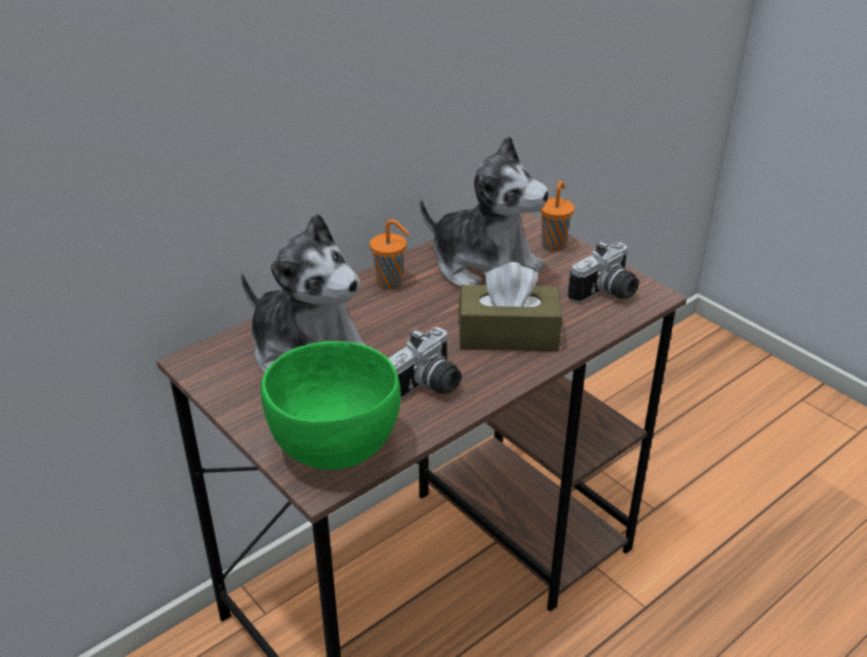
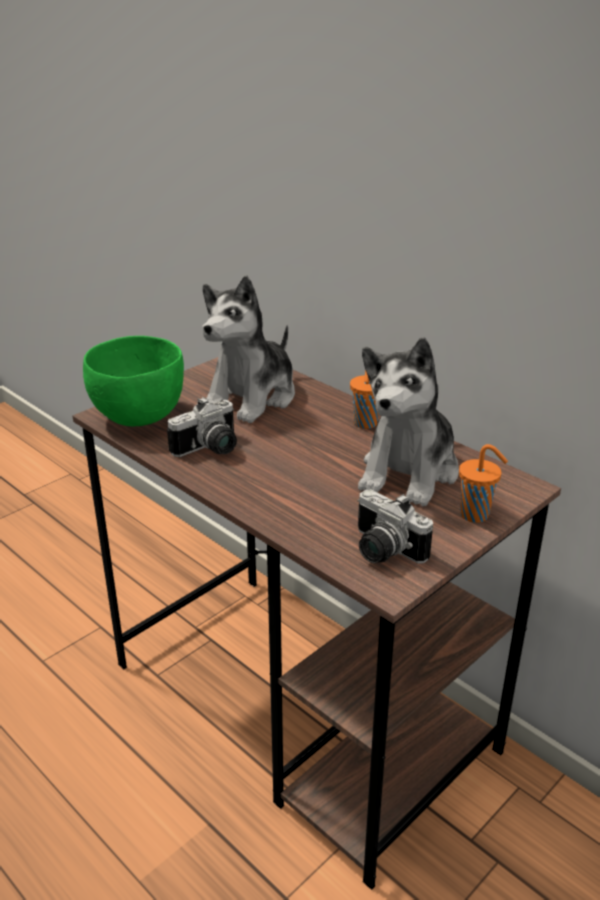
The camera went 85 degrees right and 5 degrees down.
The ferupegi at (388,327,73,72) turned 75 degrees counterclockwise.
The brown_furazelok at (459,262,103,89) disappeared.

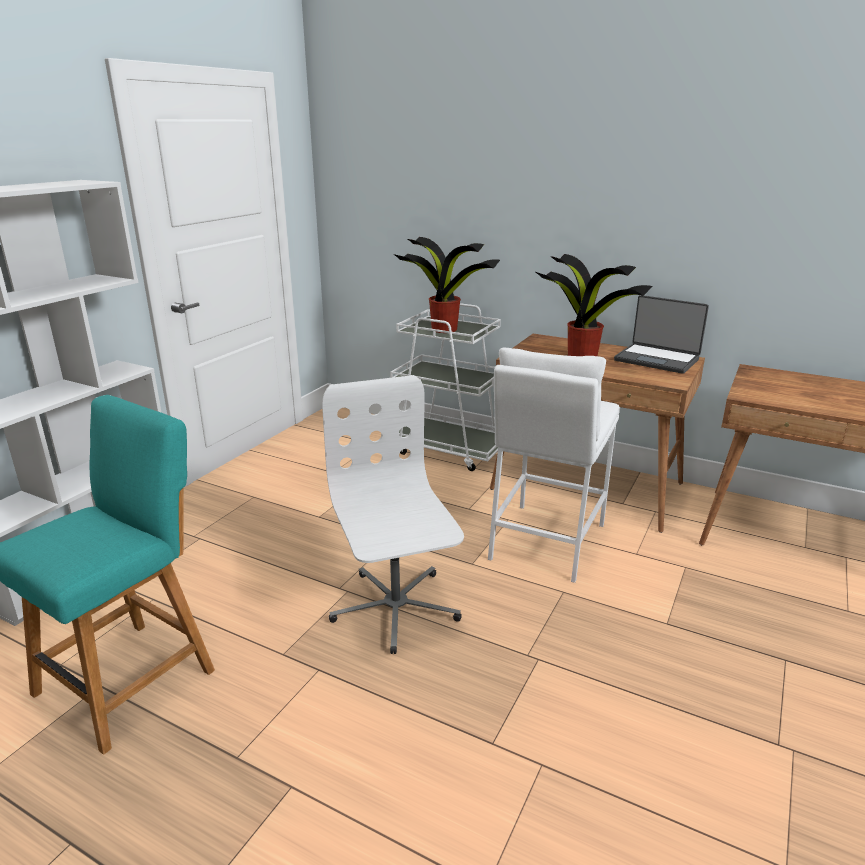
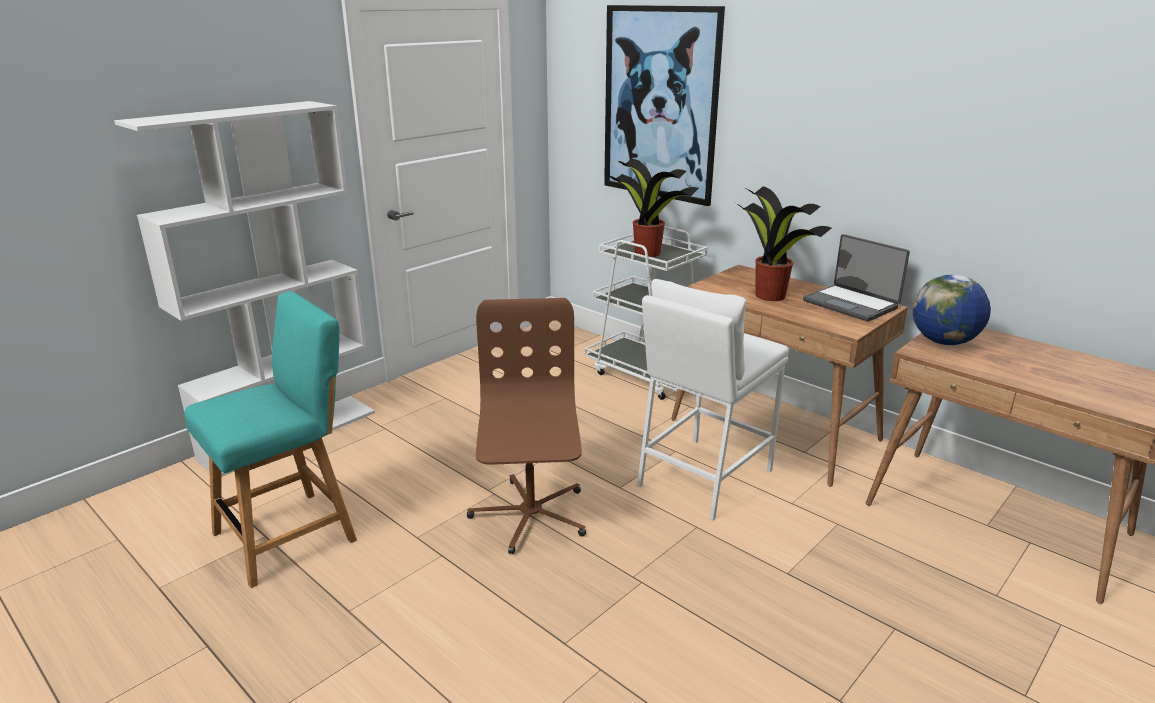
The camera went 15 degrees right and 0 degrees up.
The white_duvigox at (322,375,142,279) became the brown_duvigox at (467,298,119,256).
The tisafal at (604,5,121,201) appeared.
The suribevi at (912,275,79,70) appeared.

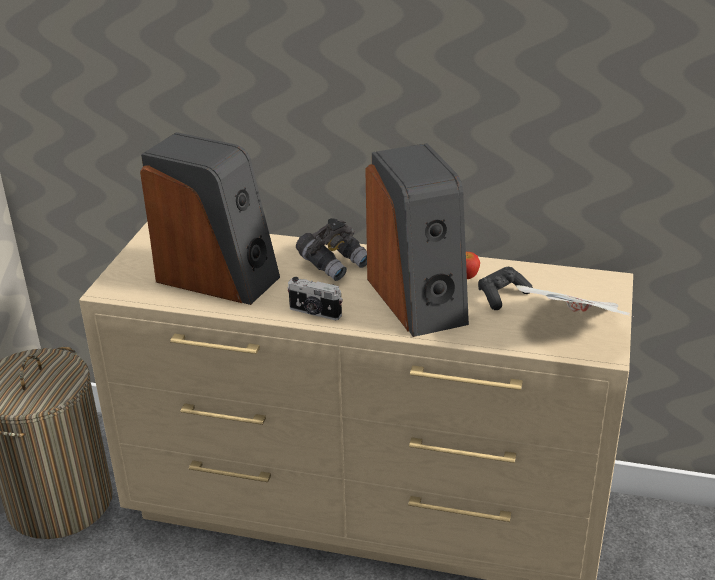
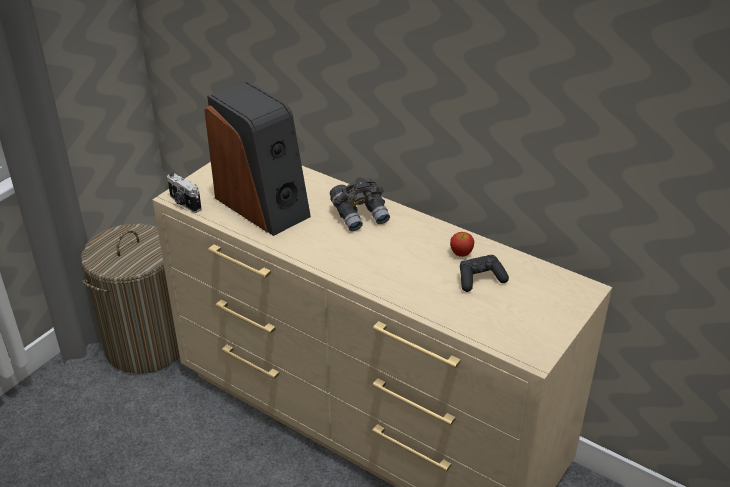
The camera went 20 degrees right and 5 degrees up.
The ferupegi moved from (288,277,54,43) to (167,172,35,41).
The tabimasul at (365,143,104,194) disappeared.
The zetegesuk at (516,285,117,32) disappeared.

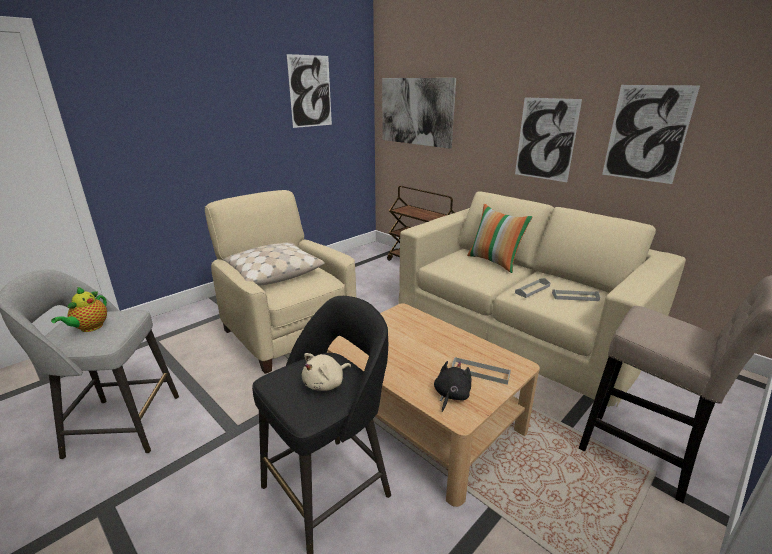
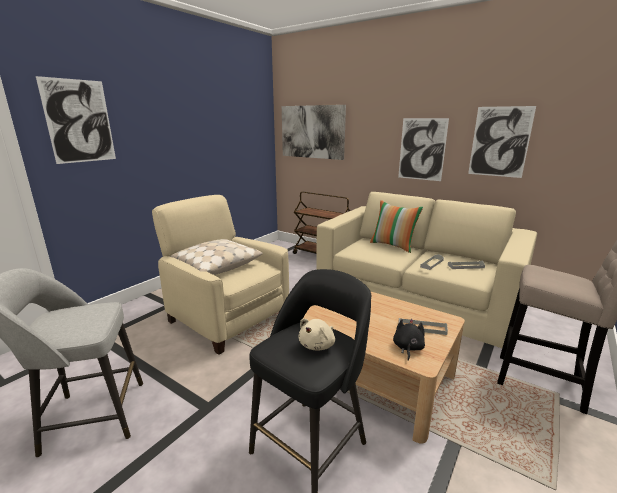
The camera went 10 degrees left and 5 degrees down.
The tisafal moved from (287,54,45,74) to (36,76,80,88).
The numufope at (51,287,56,45) disappeared.

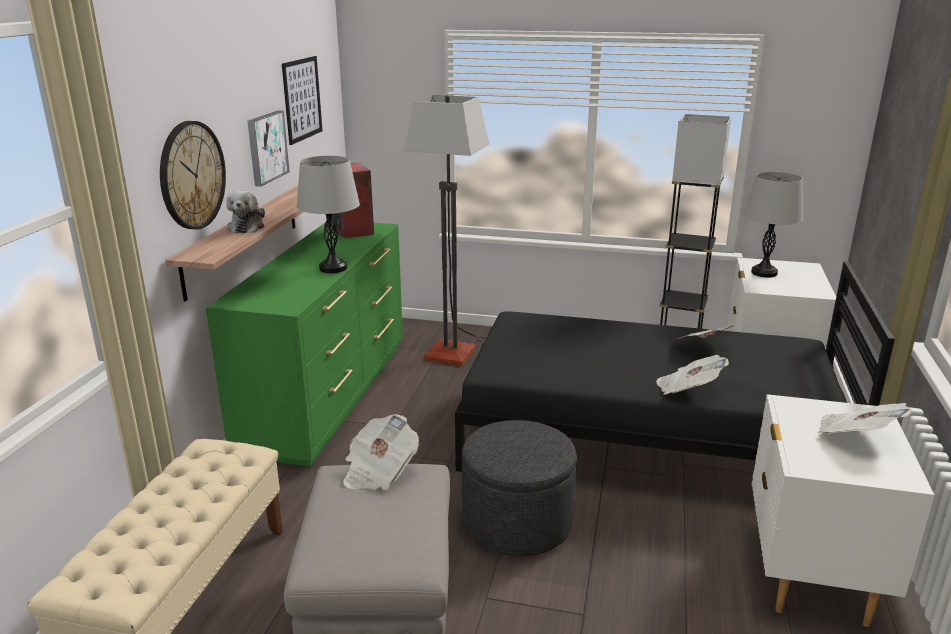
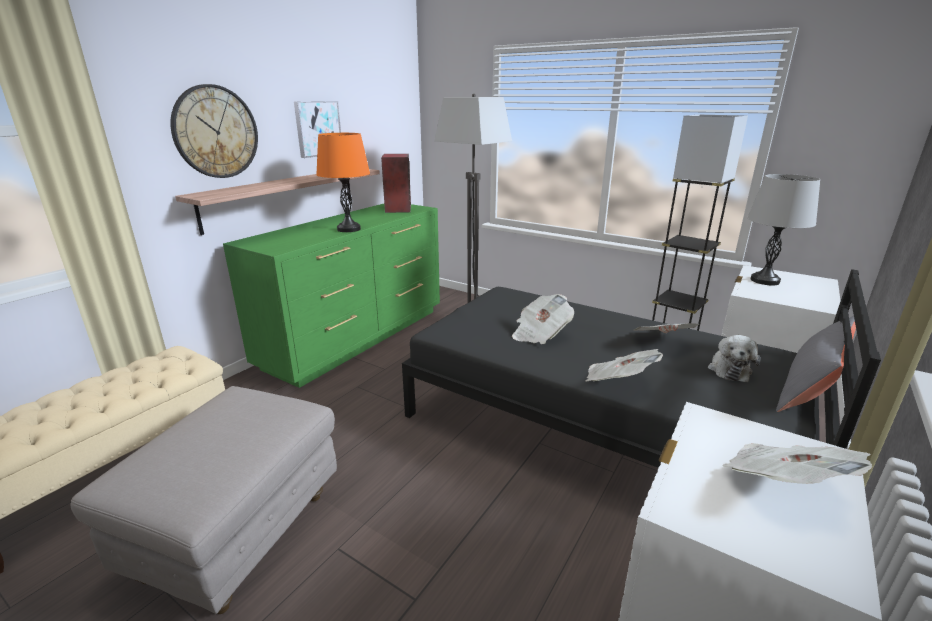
The camera went 20 degrees right and 0 degrees up.
The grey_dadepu at (297,156,63,117) became the orange_dadepu at (316,133,54,99).
The zetegesuk moved from (343,414,76,76) to (512,294,62,50).
The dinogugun moved from (226,191,39,42) to (708,335,52,47).
The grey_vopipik at (776,316,80,96) appeared.
The tisafal at (282,56,41,89) disappeared.
The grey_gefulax at (462,420,115,136) disappeared.

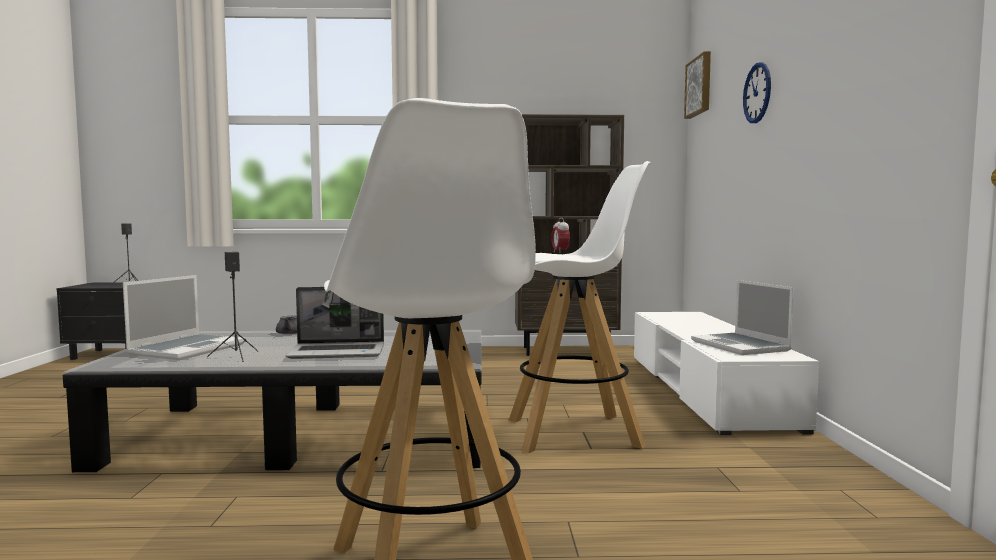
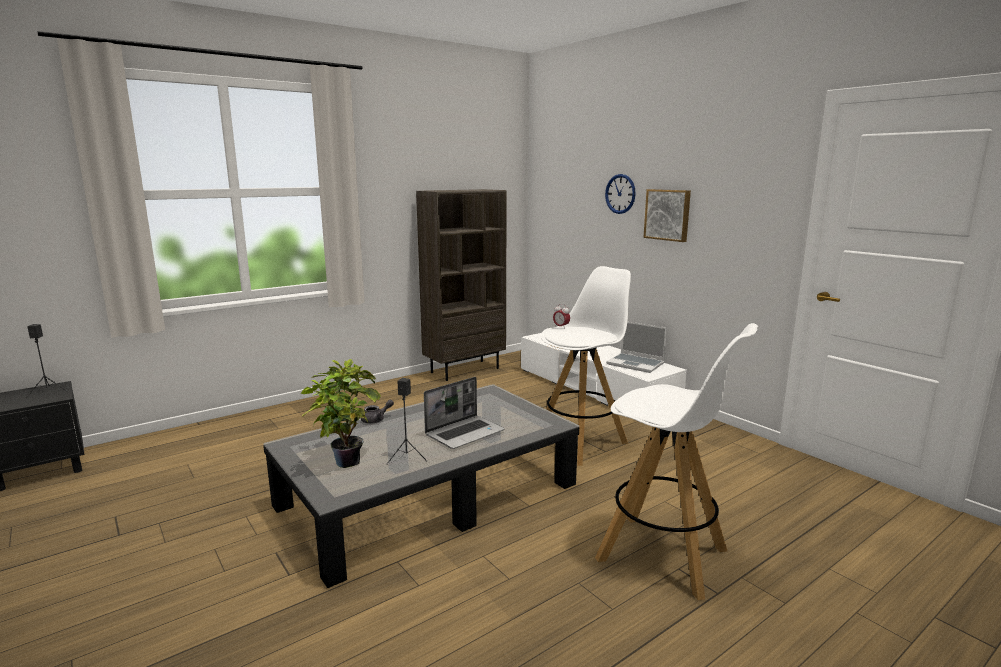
The camera went 35 degrees left and 10 degrees up.
The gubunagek at (123,275,123,85) was replaced by the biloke at (300,359,81,109).
The tisafal moved from (684,51,27,68) to (643,189,48,53).

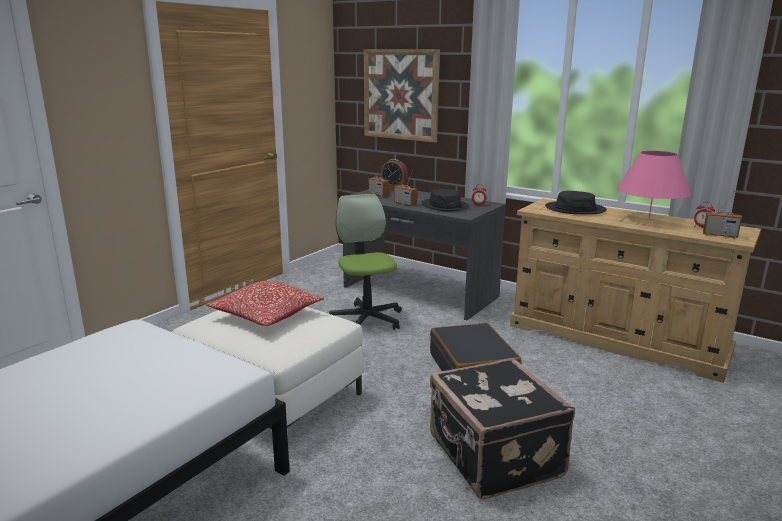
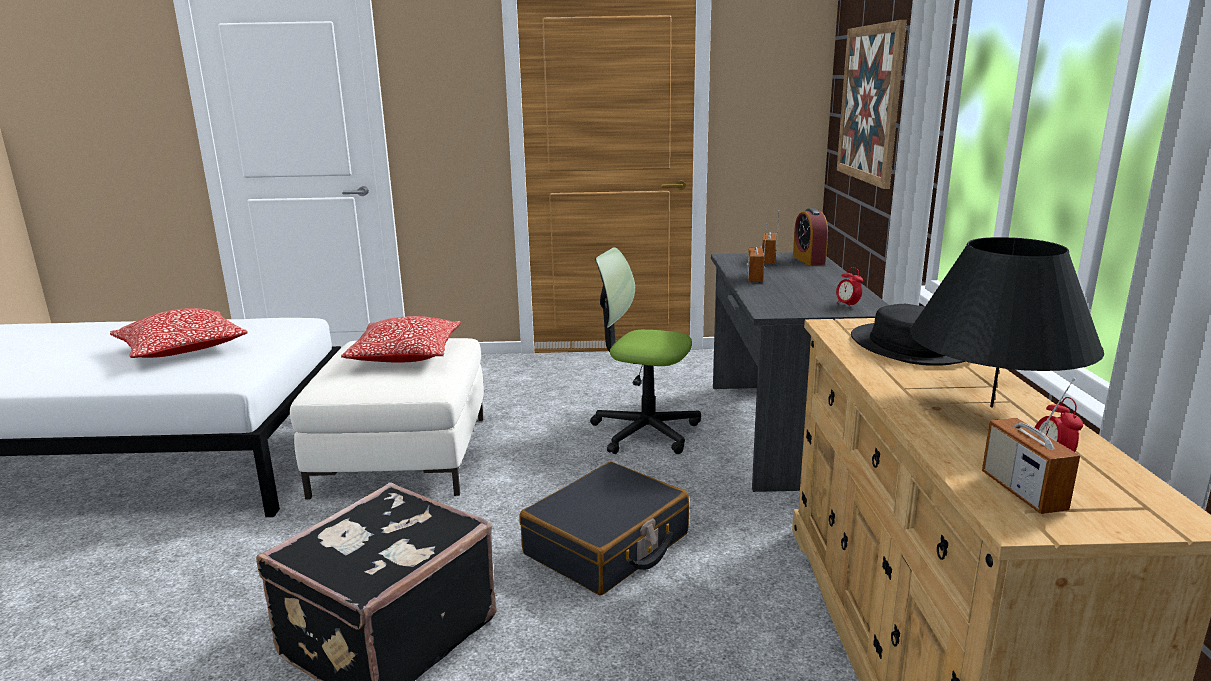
The camera went 55 degrees right and 0 degrees up.
The vopipik at (110,308,137,50) appeared.
The duvigox at (329,194,73,136) turned 105 degrees counterclockwise.
The pink_dadepu at (617,151,74,68) became the black_dadepu at (909,237,195,171).
The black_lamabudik at (422,188,47,23) disappeared.

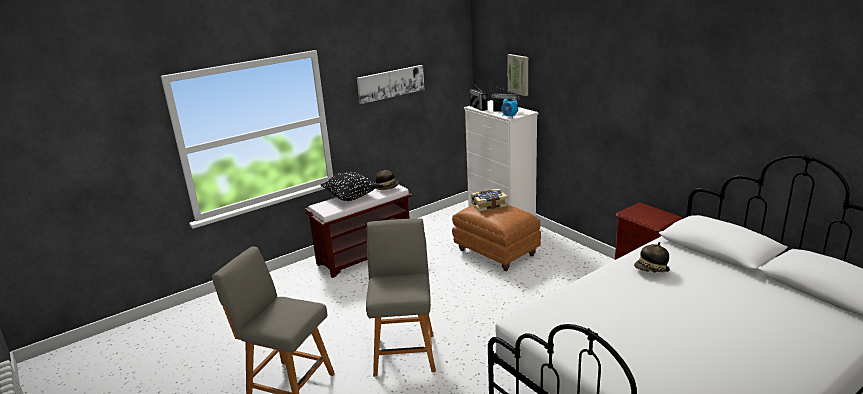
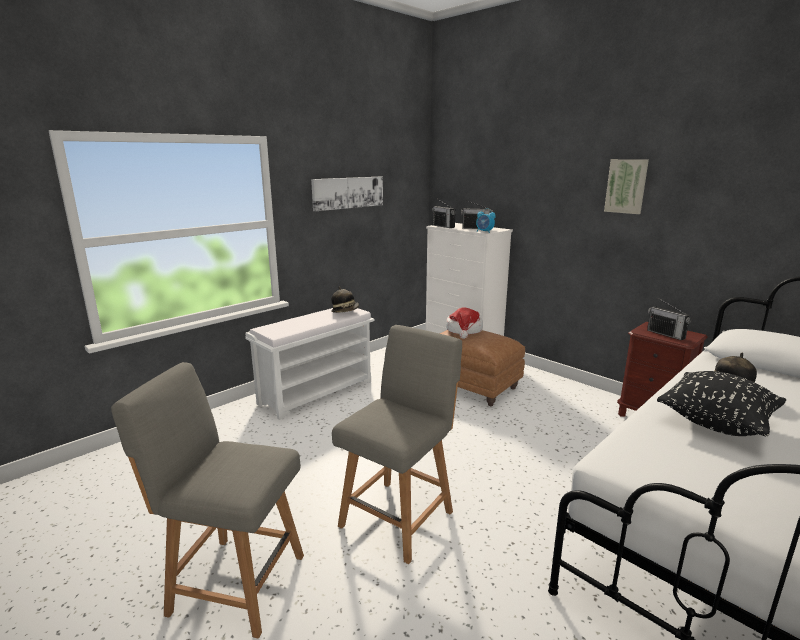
The camera went 10 degrees left and 5 degrees down.
The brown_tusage at (305,184,107,94) became the white_tusage at (245,308,130,112).
The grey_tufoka at (366,218,70,158) turned 45 degrees clockwise.
The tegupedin at (471,189,37,22) was replaced by the lamabudik at (446,307,37,32).
The tisafal moved from (507,54,21,42) to (604,159,45,55).
The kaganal at (647,298,45,42) appeared.
The black_vopipik moved from (321,172,59,29) to (657,371,129,65).

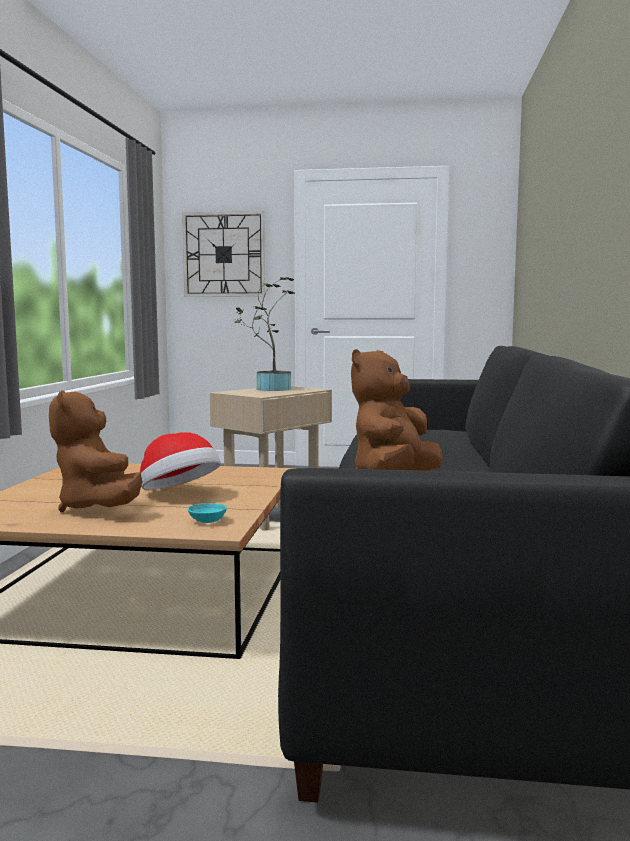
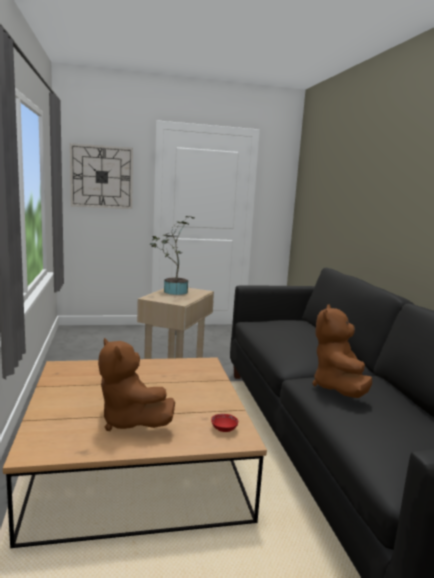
The camera went 20 degrees left and 5 degrees up.
The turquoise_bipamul at (188,503,39,20) became the red_bipamul at (211,414,27,18).
The lamabudik at (140,432,81,58) disappeared.

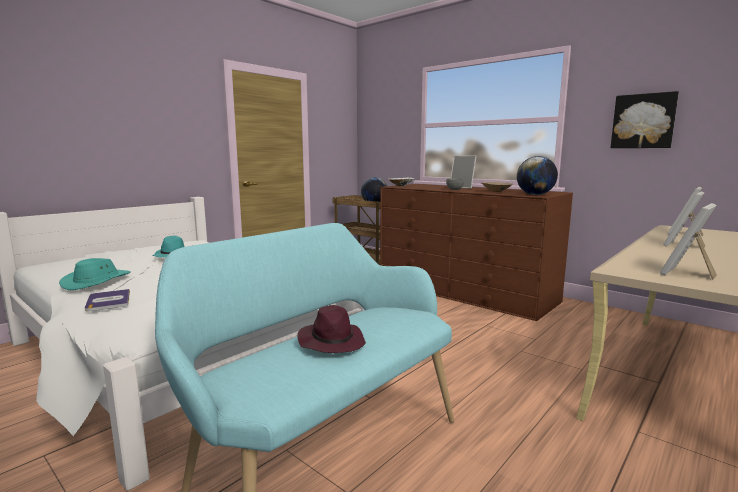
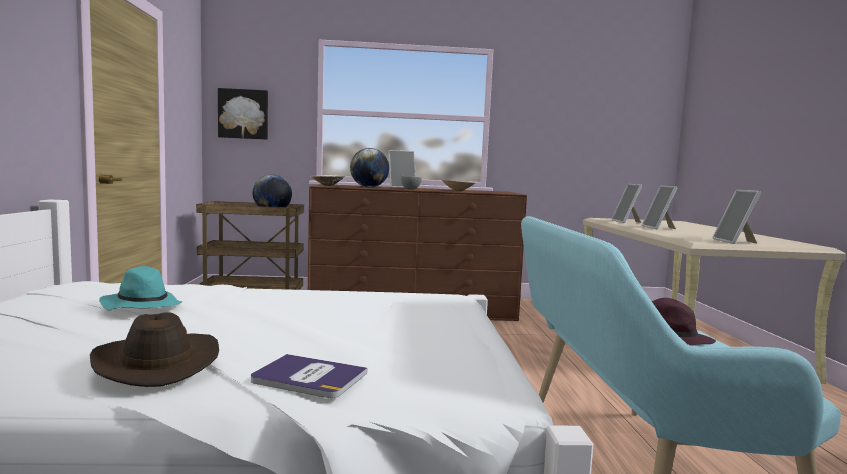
The camera went 45 degrees left and 5 degrees down.
The turquoise_lamabudik at (59,258,72,32) became the brown_lamabudik at (90,312,129,75).
The tisafal moved from (611,91,68,57) to (218,88,50,52).
The suribevi moved from (517,156,41,39) to (350,148,39,40).

